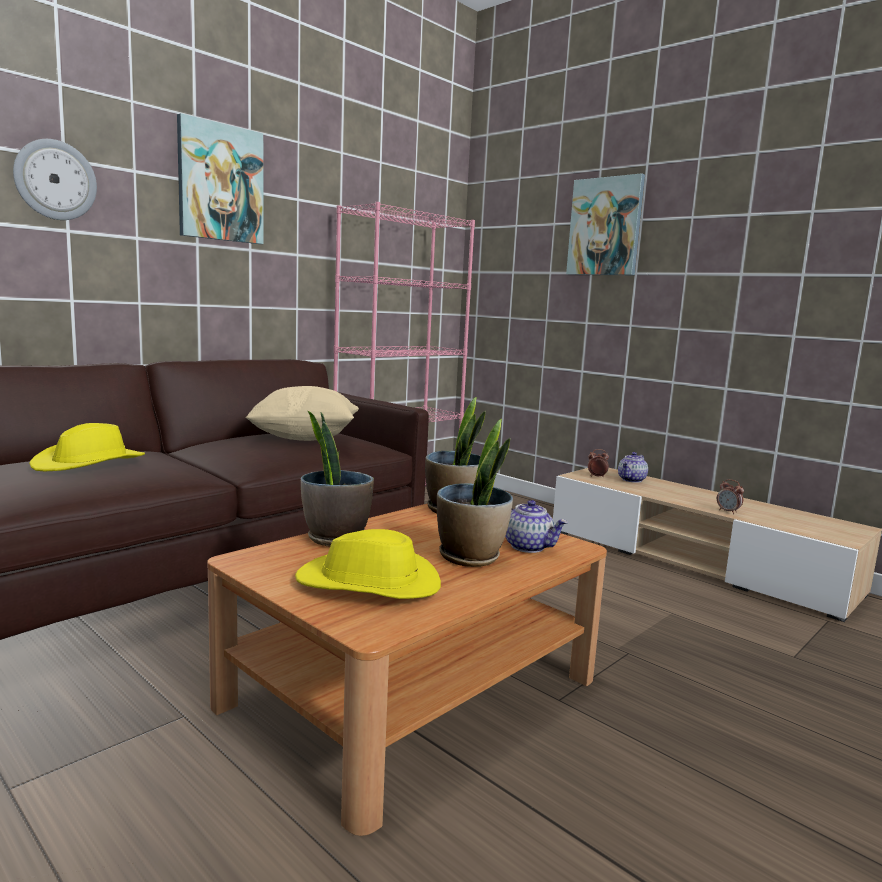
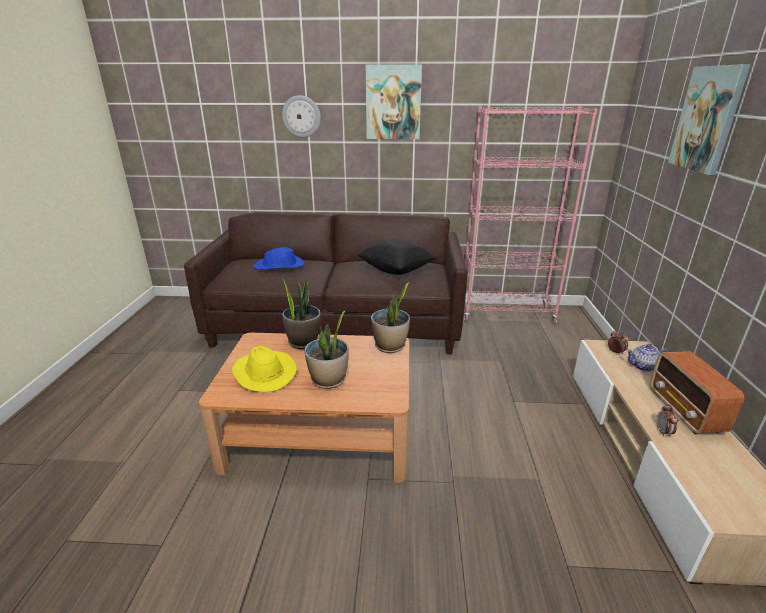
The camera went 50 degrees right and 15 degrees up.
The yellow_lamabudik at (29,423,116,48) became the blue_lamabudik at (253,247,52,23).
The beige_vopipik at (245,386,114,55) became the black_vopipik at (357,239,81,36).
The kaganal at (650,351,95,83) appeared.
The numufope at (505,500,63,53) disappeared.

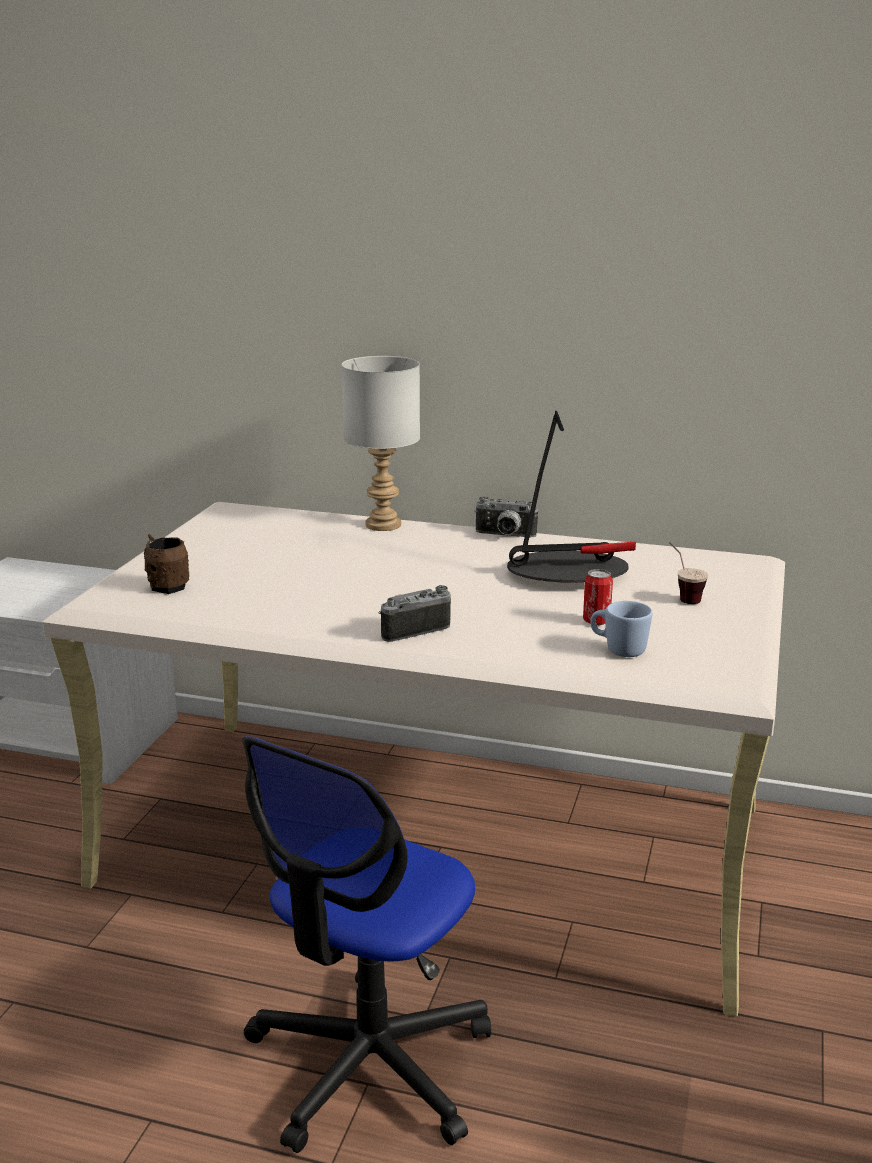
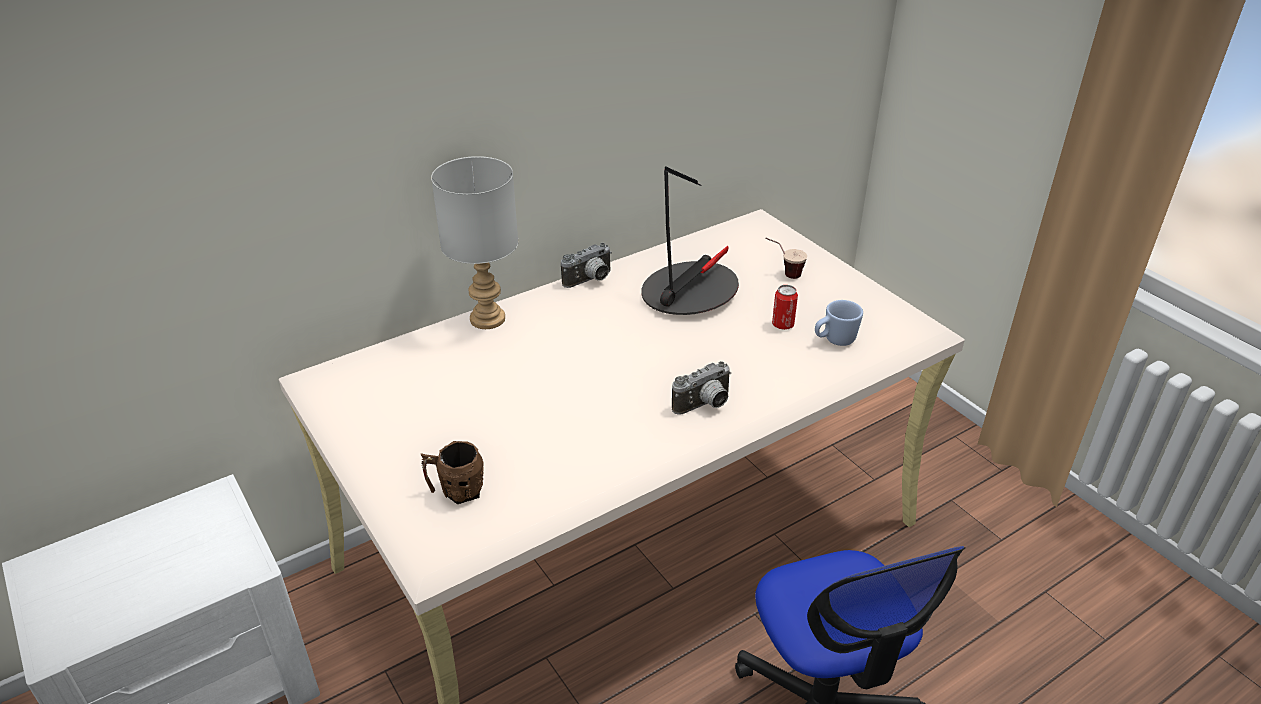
The camera went 50 degrees left and 15 degrees up.
The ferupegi at (378,585,73,57) turned 135 degrees counterclockwise.

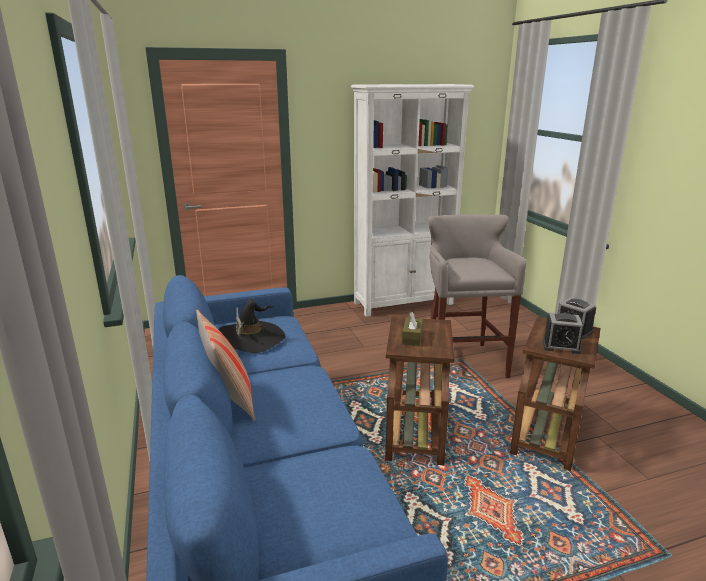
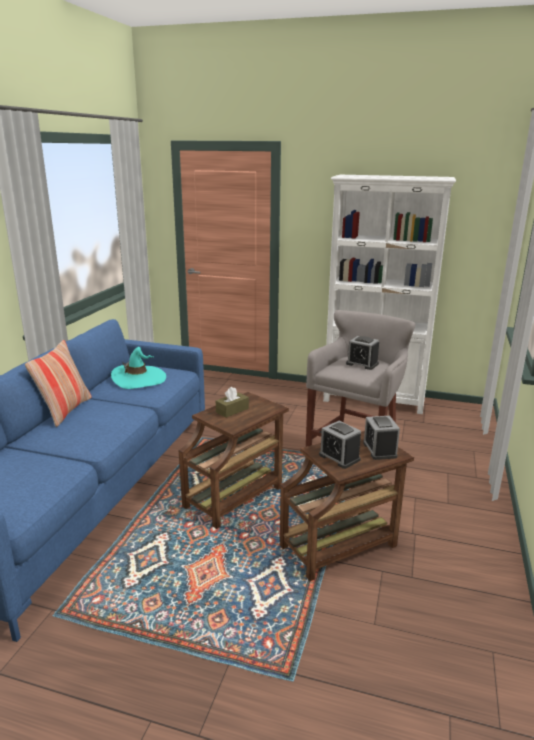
The camera went 35 degrees right and 0 degrees up.
The black_lamabudik at (218,299,67,54) became the turquoise_lamabudik at (111,347,55,42).
The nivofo at (346,336,33,34) appeared.

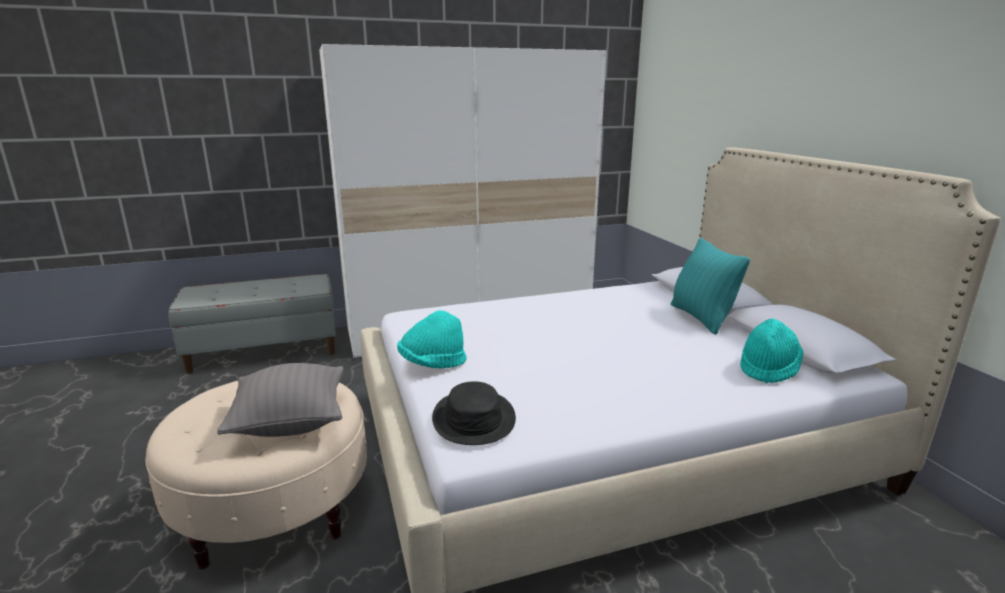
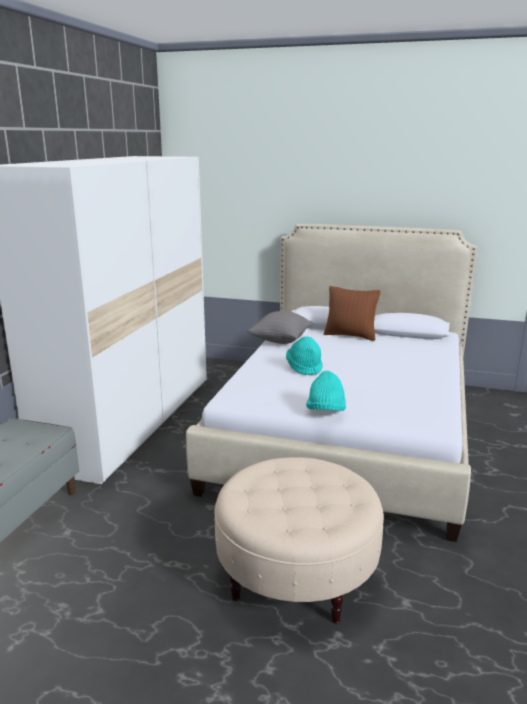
The camera went 55 degrees left and 0 degrees up.
The grey_vopipik moved from (217,363,126,74) to (247,311,66,33).
The turquoise_lamabudik moved from (740,319,64,64) to (286,336,37,39).
The turquoise_vopipik at (670,238,80,97) became the brown_vopipik at (324,286,57,55).
The black_lamabudik at (432,381,84,64) disappeared.

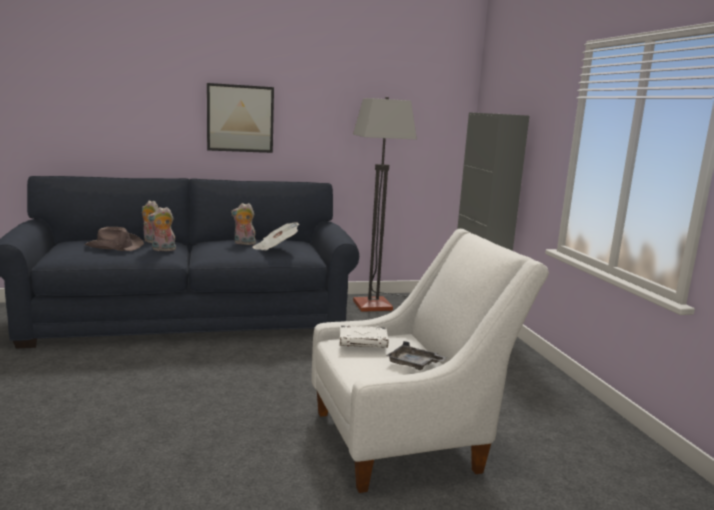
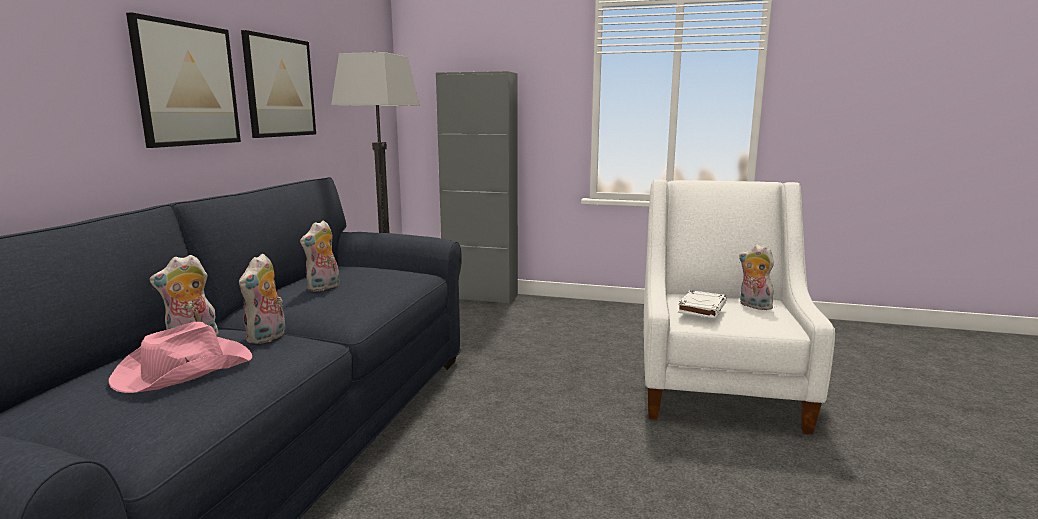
The camera went 60 degrees left and 0 degrees up.
The brown_lamabudik at (85,227,59,24) became the pink_lamabudik at (109,322,143,71).
The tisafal at (241,30,75,108) appeared.
The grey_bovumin at (386,341,61,29) was replaced by the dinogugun at (739,244,35,66).
The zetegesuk at (252,222,48,28) disappeared.

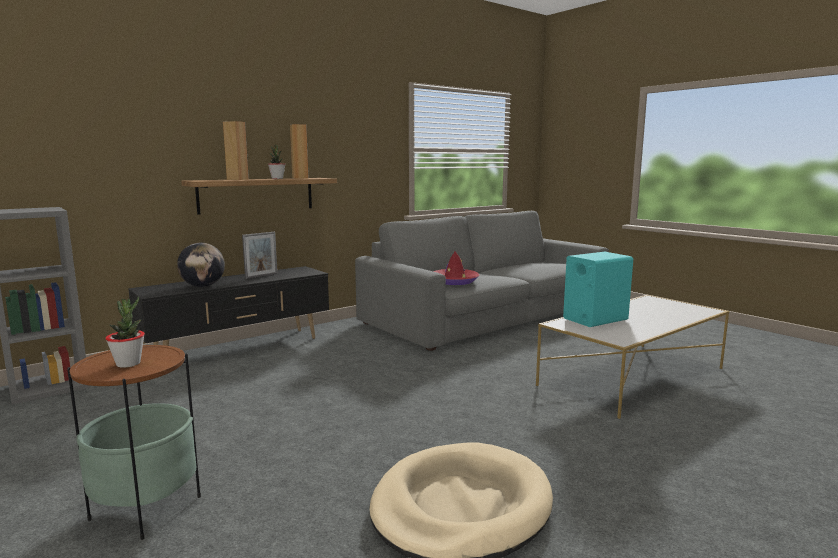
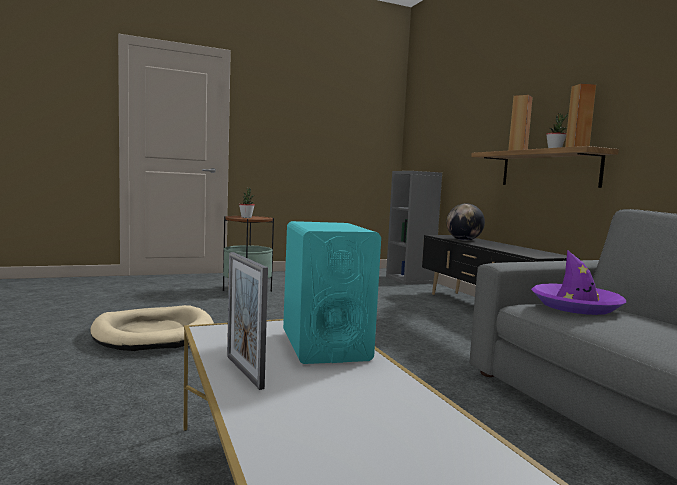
The camera went 105 degrees right and 5 degrees down.
The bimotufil moved from (242,232,36,47) to (227,252,41,138).
The red_lamabudik at (433,251,46,34) became the purple_lamabudik at (531,250,95,65).

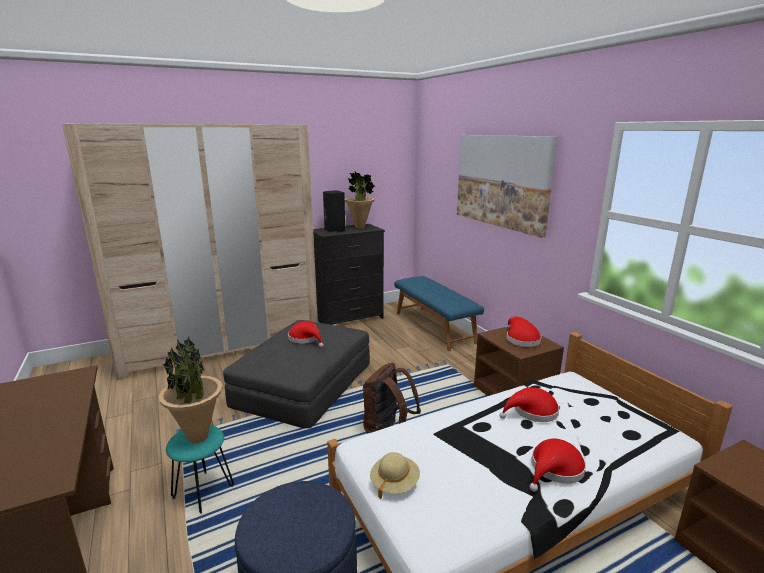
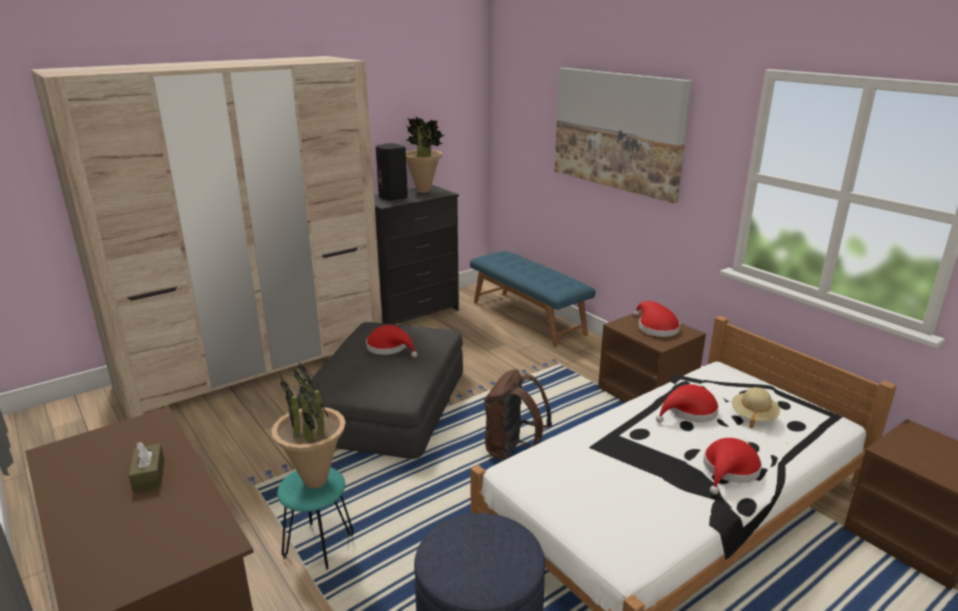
The camera went 10 degrees left and 5 degrees up.
The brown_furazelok at (129,442,35,51) appeared.
The beige_lamabudik moved from (370,452,50,47) to (732,387,48,41).

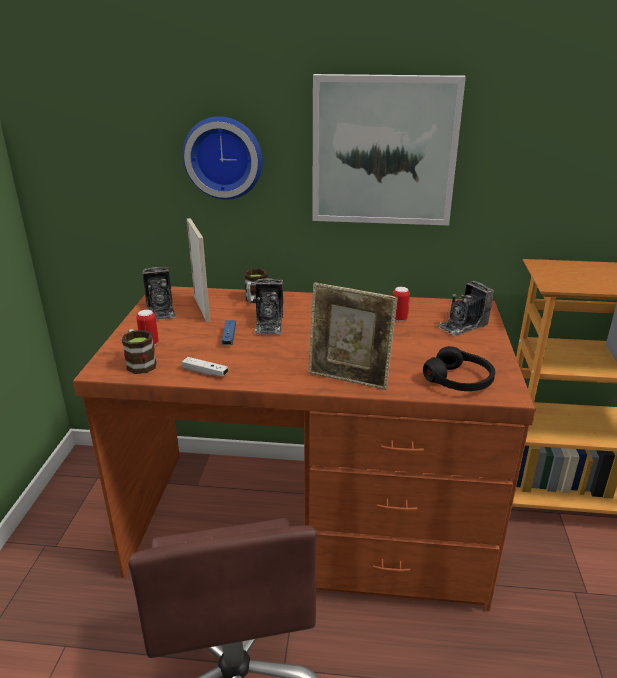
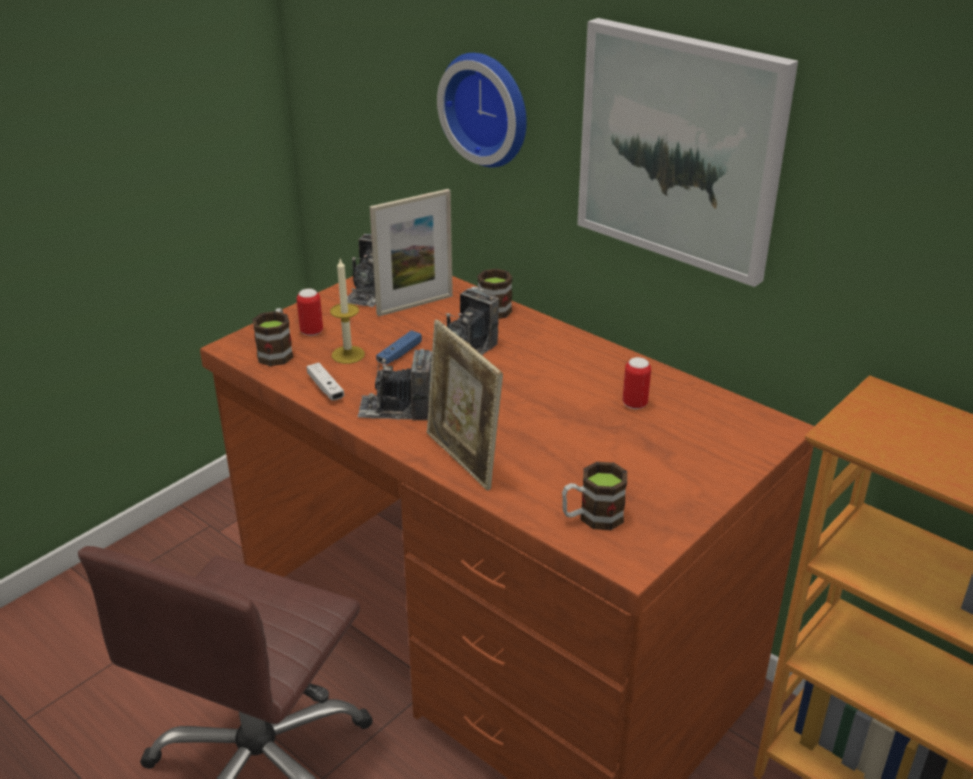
The camera went 35 degrees right and 5 degrees up.
The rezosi at (330,257,35,107) appeared.
The ferupegi moved from (436,281,58,55) to (358,349,74,71).
The bimotufil at (187,218,23,104) turned 45 degrees clockwise.
The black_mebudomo at (423,346,72,45) was replaced by the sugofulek at (562,462,65,68).

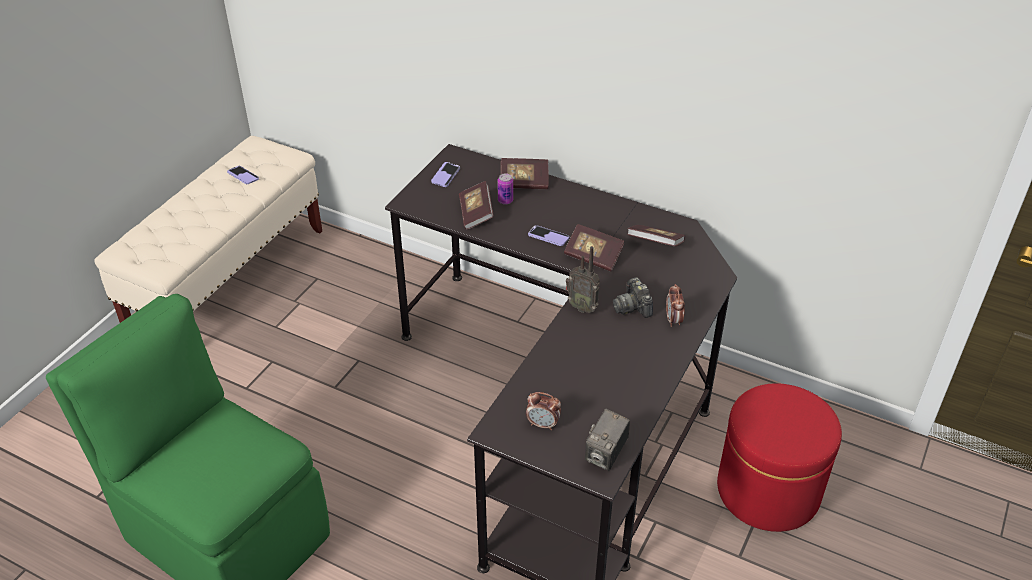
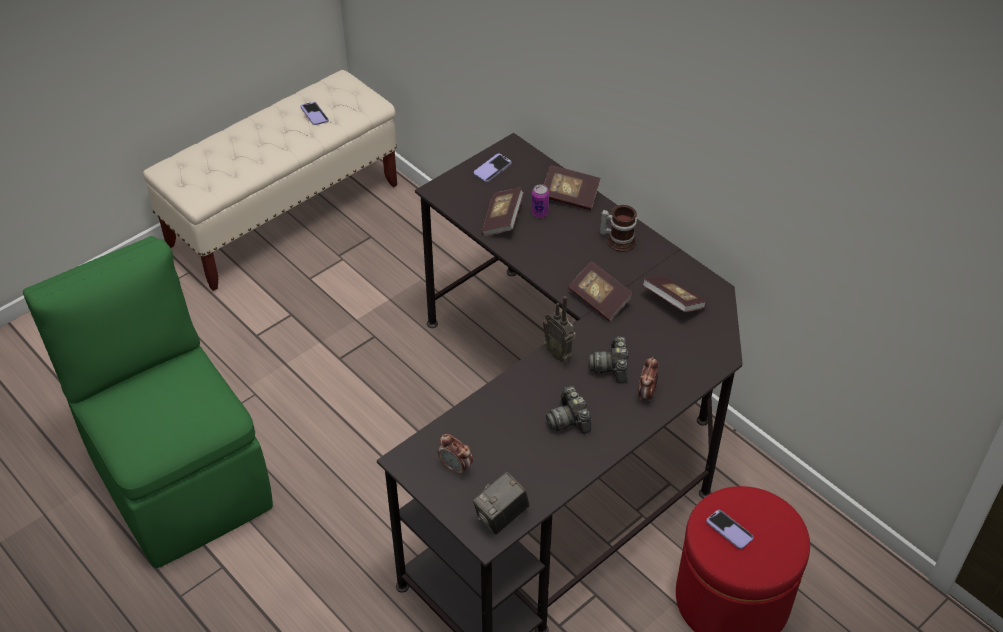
The camera went 20 degrees right and 5 degrees up.
The ferupegi at (546,386,45,48) appeared.
The sugofulek at (600,205,37,47) appeared.
The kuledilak moved from (528,225,41,21) to (706,510,48,39).

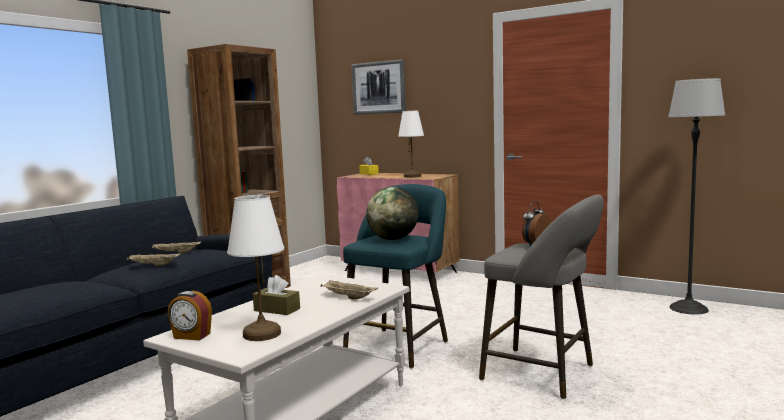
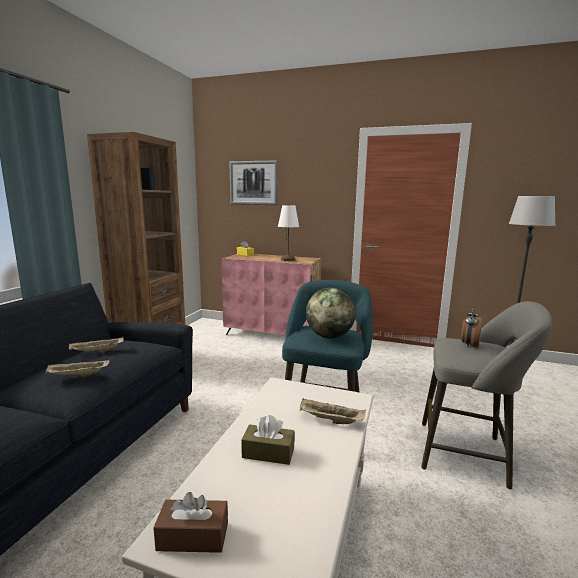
The camera went 15 degrees left and 5 degrees up.
The nivofo at (167,291,45,50) was replaced by the brown_furazelok at (153,492,75,61).
The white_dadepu at (227,195,57,146) disappeared.

